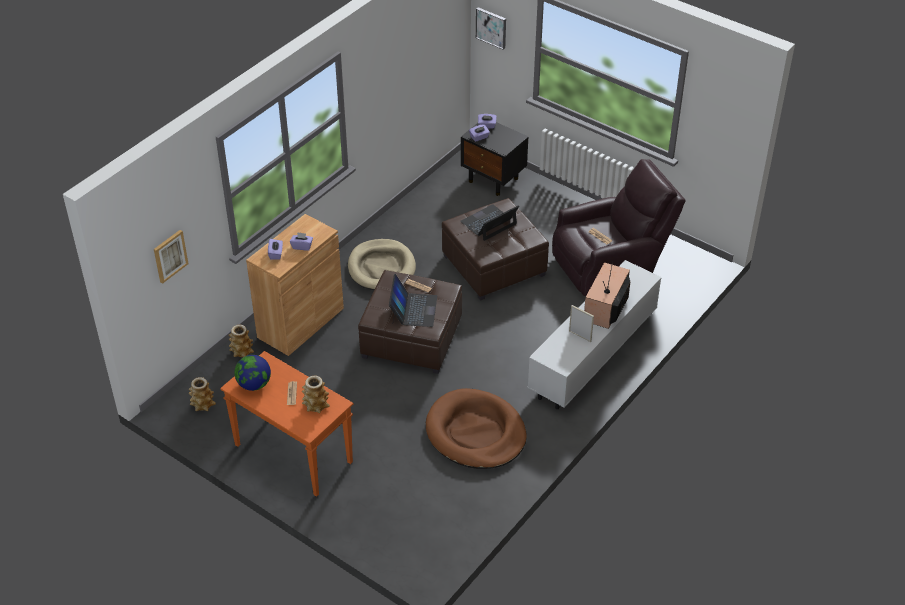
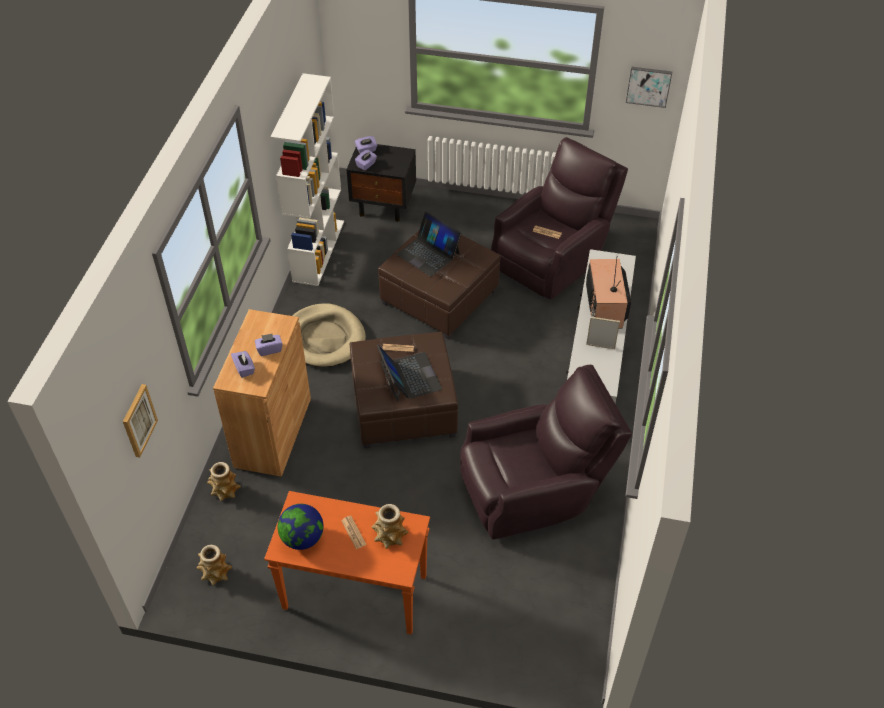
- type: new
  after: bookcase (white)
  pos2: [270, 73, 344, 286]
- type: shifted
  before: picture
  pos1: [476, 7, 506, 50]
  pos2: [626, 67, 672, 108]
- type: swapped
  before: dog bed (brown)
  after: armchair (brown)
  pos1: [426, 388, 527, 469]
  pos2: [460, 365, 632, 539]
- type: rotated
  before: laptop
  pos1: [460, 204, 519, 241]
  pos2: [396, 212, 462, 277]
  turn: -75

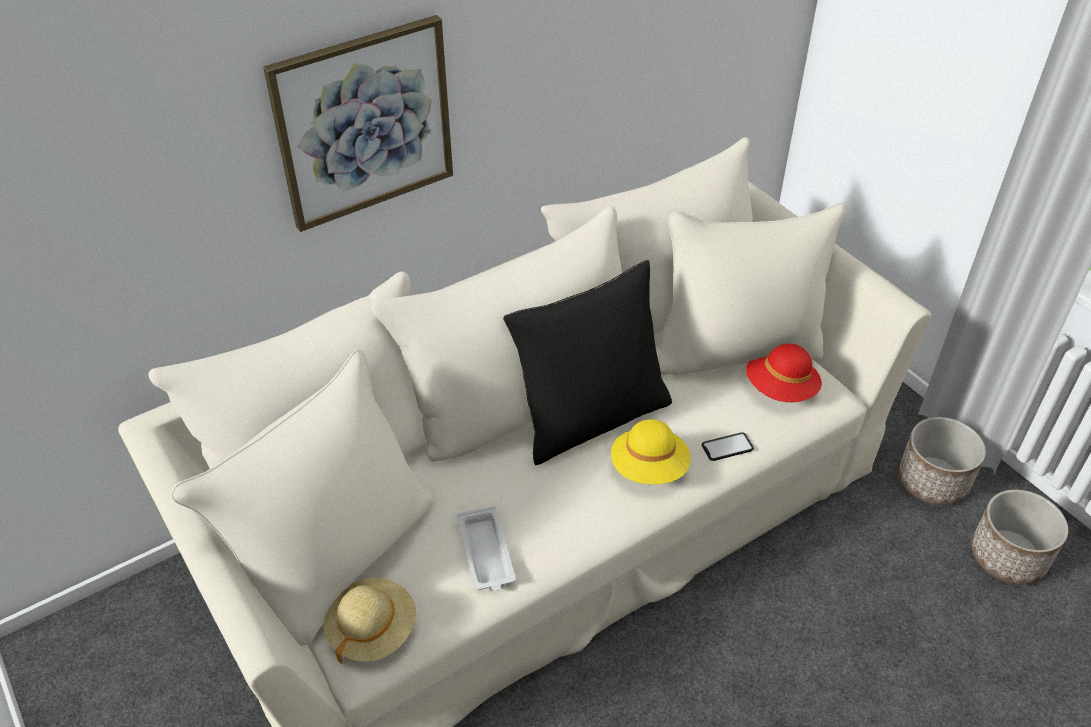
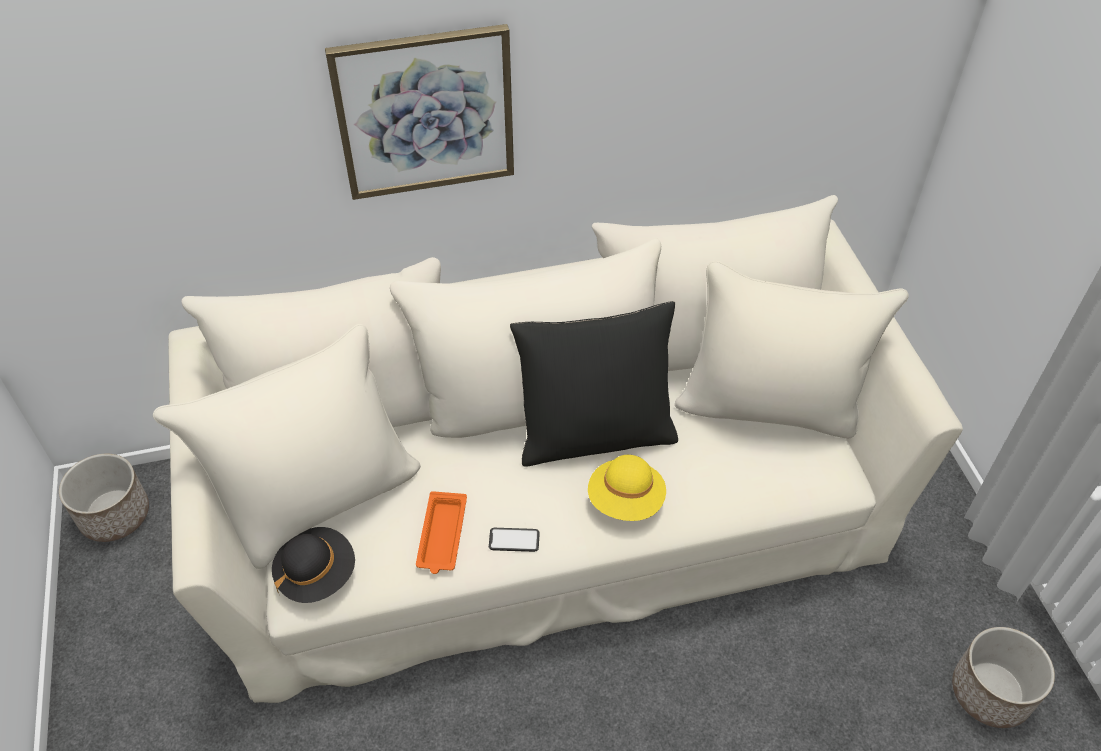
- type: gone
  before: hat (red)
  pos1: [746, 344, 822, 402]
- type: shifted
  before: phone
  pos1: [702, 432, 754, 461]
  pos2: [489, 528, 540, 552]
- type: shifted
  before: planter
  pos1: [899, 417, 986, 505]
  pos2: [59, 454, 149, 542]
- type: repainted
  before: hat (beige)
  after: hat (black)
  pos1: [324, 577, 416, 664]
  pos2: [272, 527, 355, 603]
- type: repainted
  before: tray (white)
  after: tray (orange)
  pos1: [457, 506, 516, 591]
  pos2: [416, 491, 467, 574]

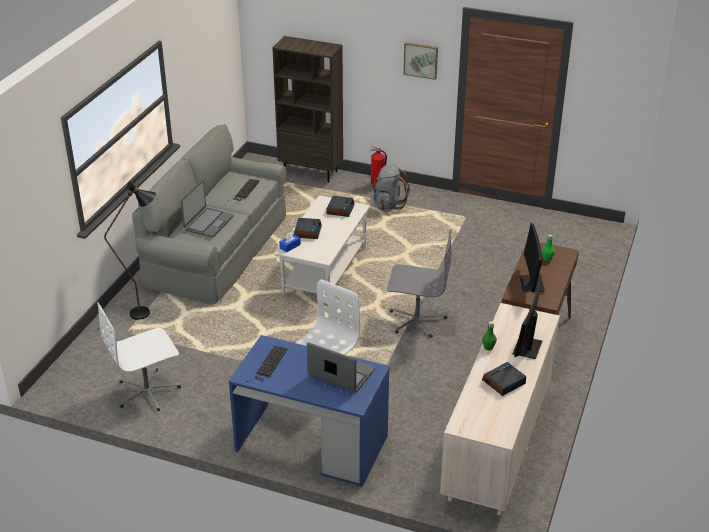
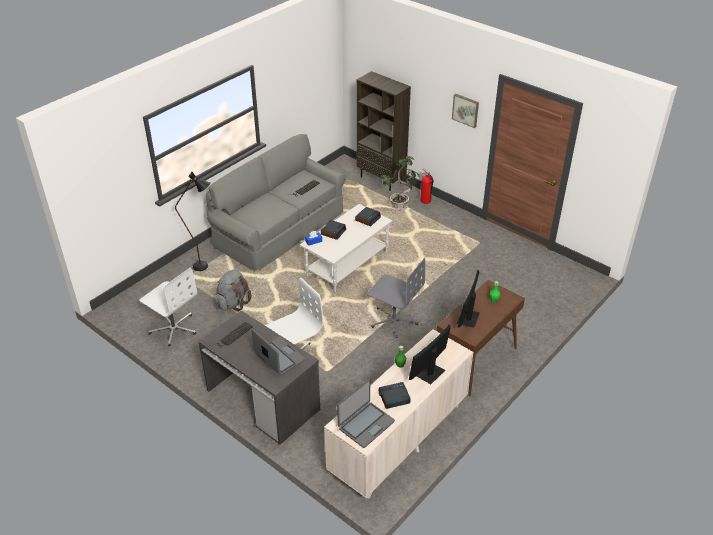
- type: new
  after: potted plant
  pos2: [379, 156, 420, 211]
- type: shifted
  before: laptop
  pos1: [181, 180, 234, 238]
  pos2: [337, 379, 395, 448]
- type: shifted
  before: backpack (grey)
  pos1: [371, 164, 410, 210]
  pos2: [215, 269, 252, 311]
- type: repainted
  before: desk (blue)
  after: desk (grey)
  pos1: [229, 335, 390, 487]
  pos2: [198, 311, 320, 445]
- type: rotated
  before: office chair (white)
  pos1: [97, 302, 181, 411]
  pos2: [139, 268, 197, 346]
  turn: -135

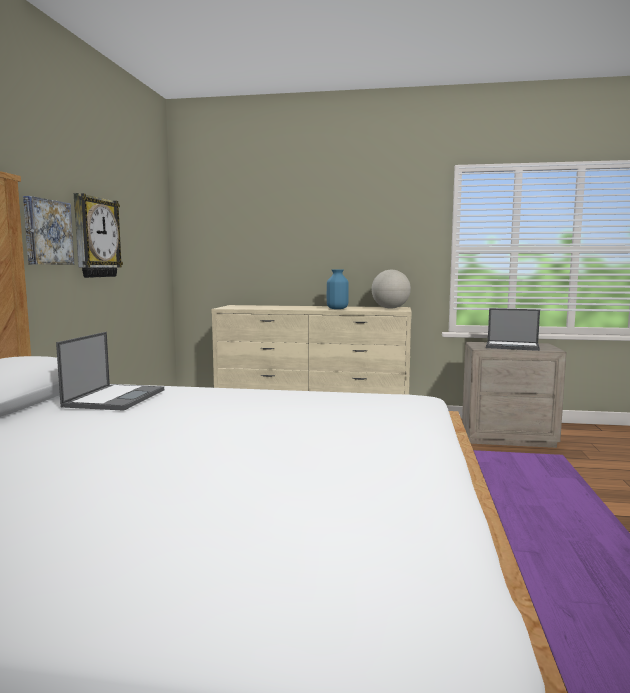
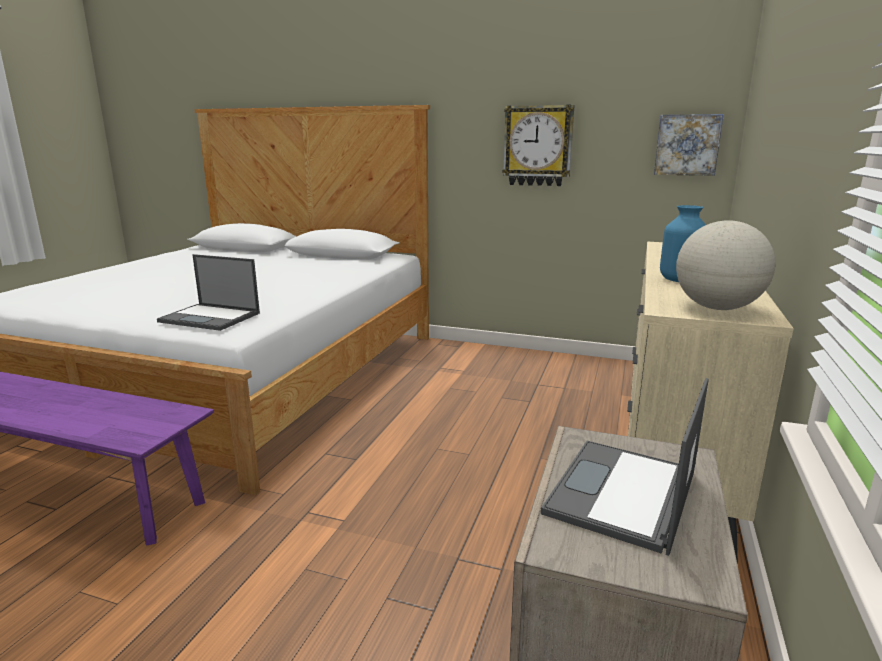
- type: shifted
  before: picture
  pos1: [23, 196, 74, 265]
  pos2: [654, 114, 724, 176]
- type: shifted
  before: laptop
  pos1: [56, 332, 164, 411]
  pos2: [157, 254, 260, 331]

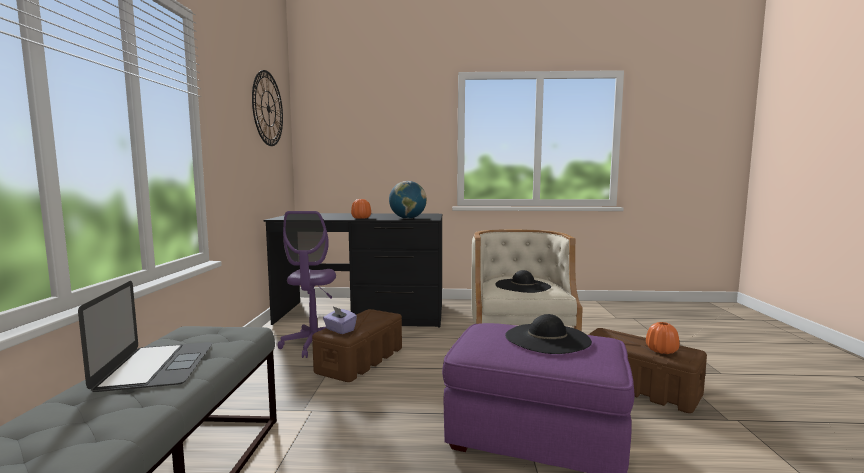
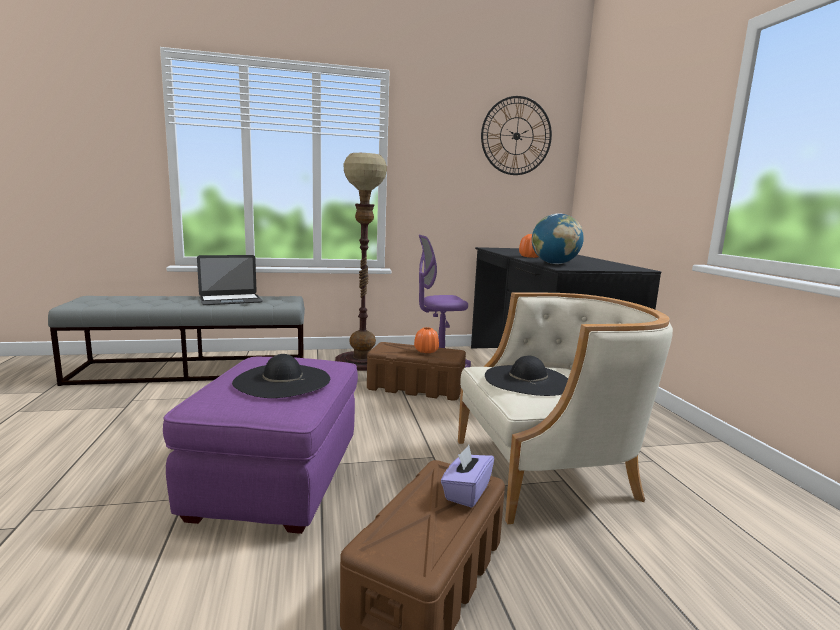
- type: new
  after: floor lamp
  pos2: [335, 153, 387, 371]
- type: shifted
  before: tissue box (purple)
  pos1: [323, 306, 357, 334]
  pos2: [441, 445, 494, 508]
- type: shifted
  before: vase (orange)
  pos1: [646, 322, 679, 354]
  pos2: [414, 327, 439, 353]

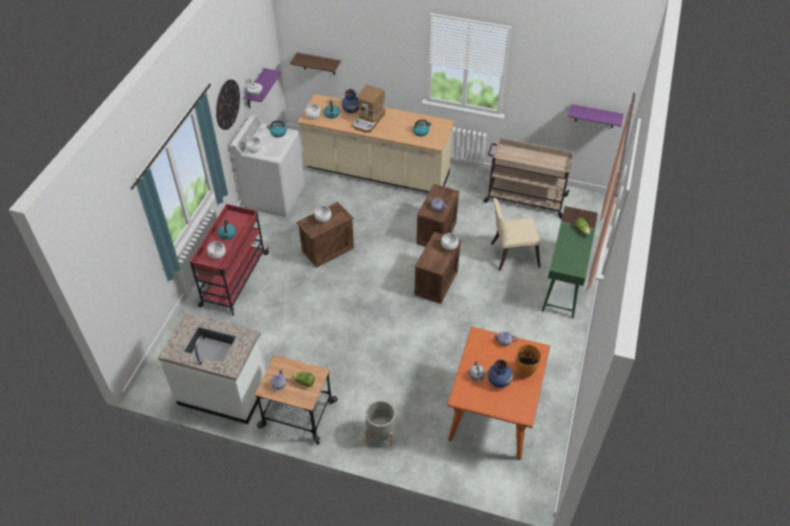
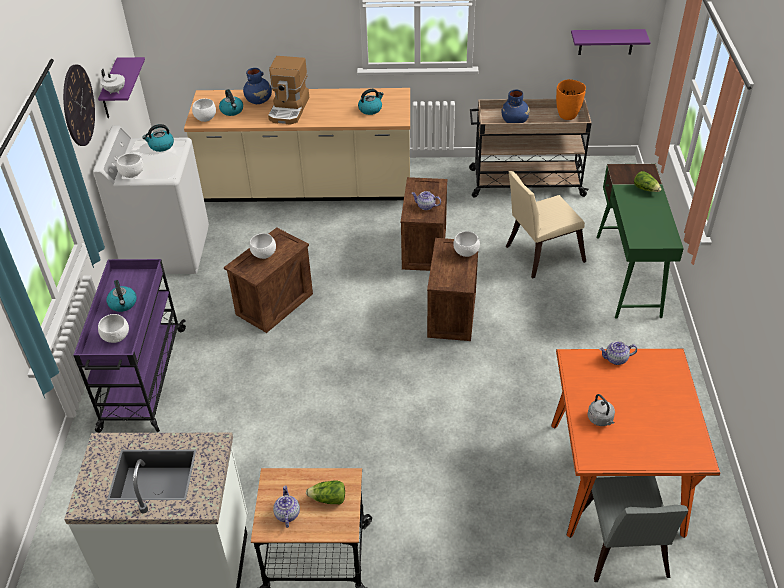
- type: gone
  before: shelf
  pos1: [290, 53, 341, 75]
- type: gone
  before: planter (grey)
  pos1: [365, 400, 396, 447]
- type: new
  after: chair (grey)
  pos2: [583, 476, 688, 582]
- type: shifted
  before: vase (blue)
  pos1: [488, 360, 513, 388]
  pos2: [502, 90, 530, 123]
- type: shifted
  before: vase (orange)
  pos1: [515, 344, 542, 377]
  pos2: [556, 79, 586, 120]
- type: repainted
  before: cart (red)
  after: cart (purple)
  pos1: [190, 204, 269, 316]
  pos2: [73, 259, 186, 433]

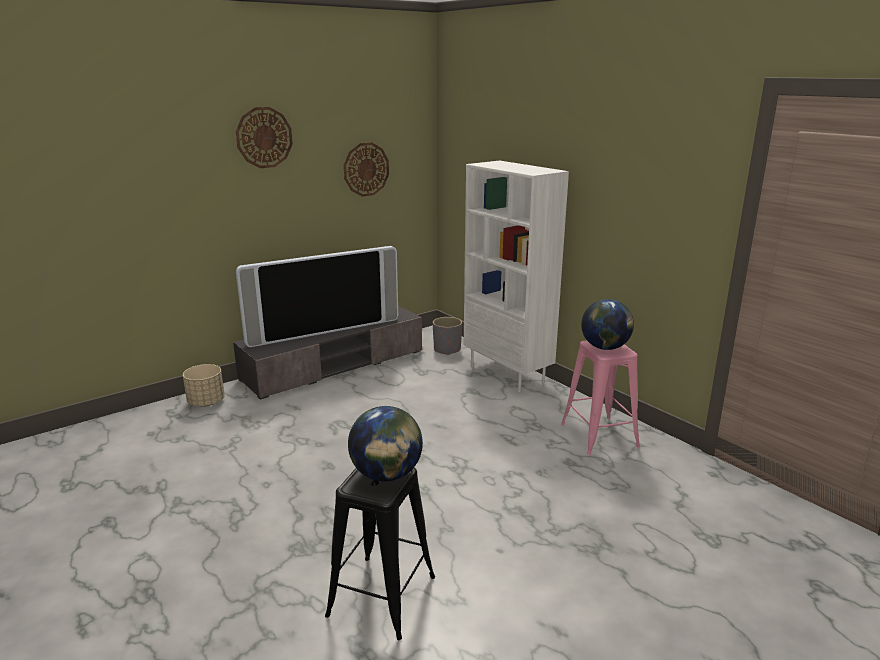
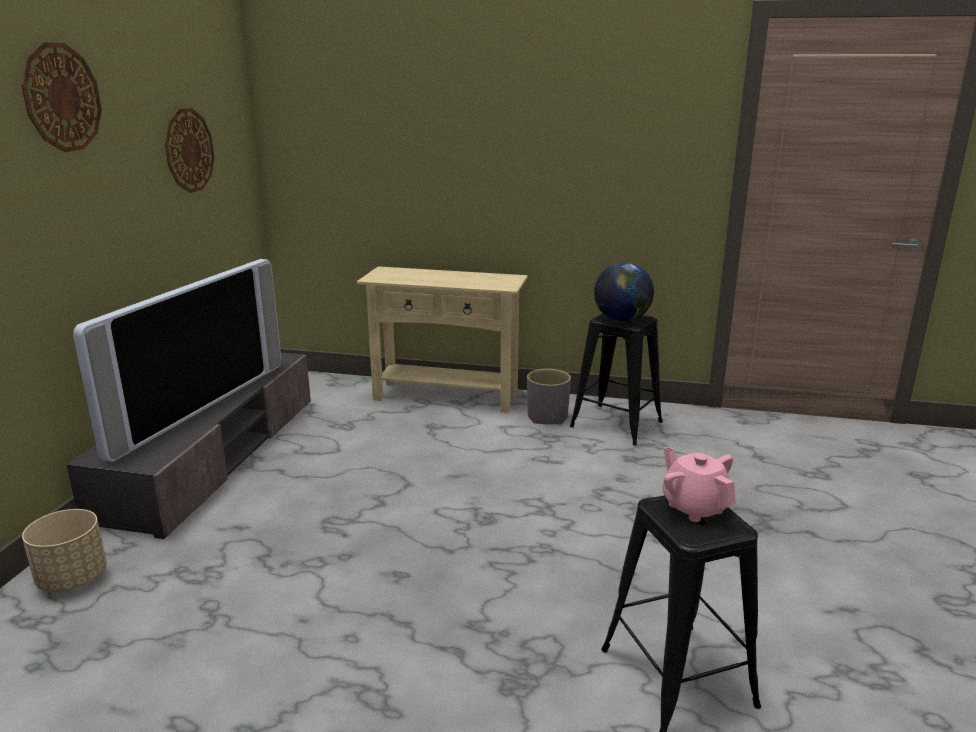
- type: shifted
  before: planter (grey)
  pos1: [433, 317, 462, 355]
  pos2: [527, 369, 571, 425]
- type: swapped
  before: globe
  after: teapot (pink)
  pos1: [348, 406, 423, 481]
  pos2: [662, 447, 736, 522]
- type: swapped
  before: bookcase (white)
  after: console table (beige)
  pos1: [464, 161, 569, 392]
  pos2: [357, 266, 528, 413]
- type: repainted
  before: stool (pink)
  after: stool (black)
  pos1: [561, 340, 640, 456]
  pos2: [570, 313, 663, 446]

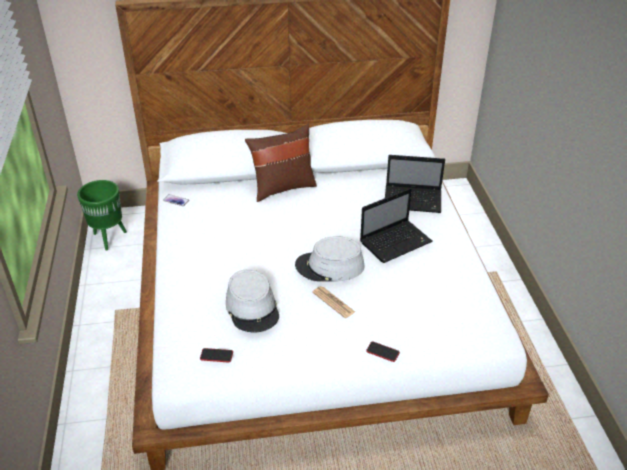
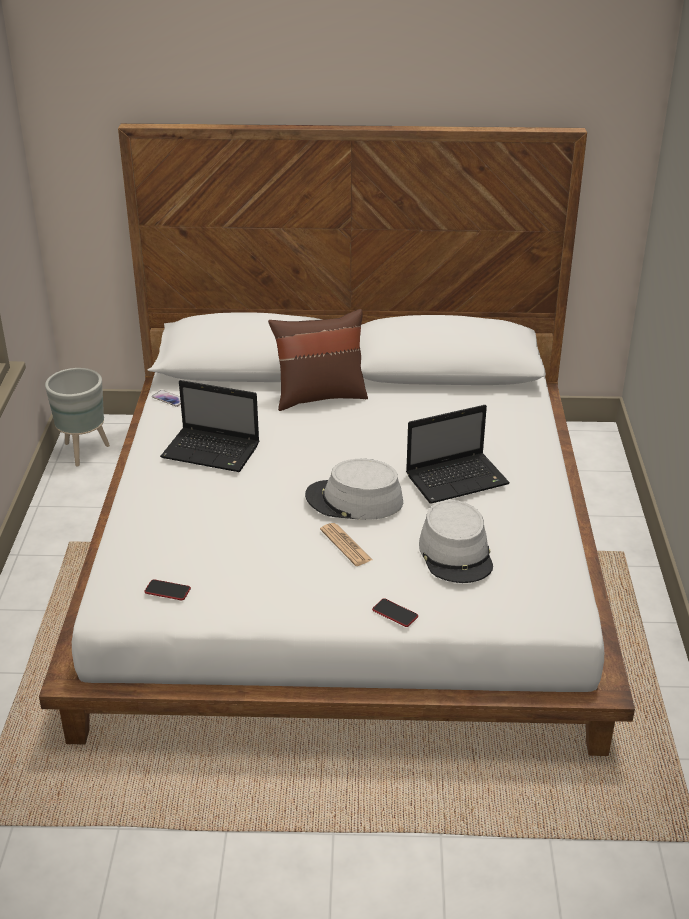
- type: shifted
  before: hat (grey)
  pos1: [226, 269, 279, 333]
  pos2: [419, 500, 493, 583]
- type: shifted
  before: laptop
  pos1: [385, 155, 445, 213]
  pos2: [160, 380, 259, 472]
- type: repainted
  before: planter (green)
  after: planter (grey)
  pos1: [77, 180, 127, 251]
  pos2: [45, 368, 110, 466]

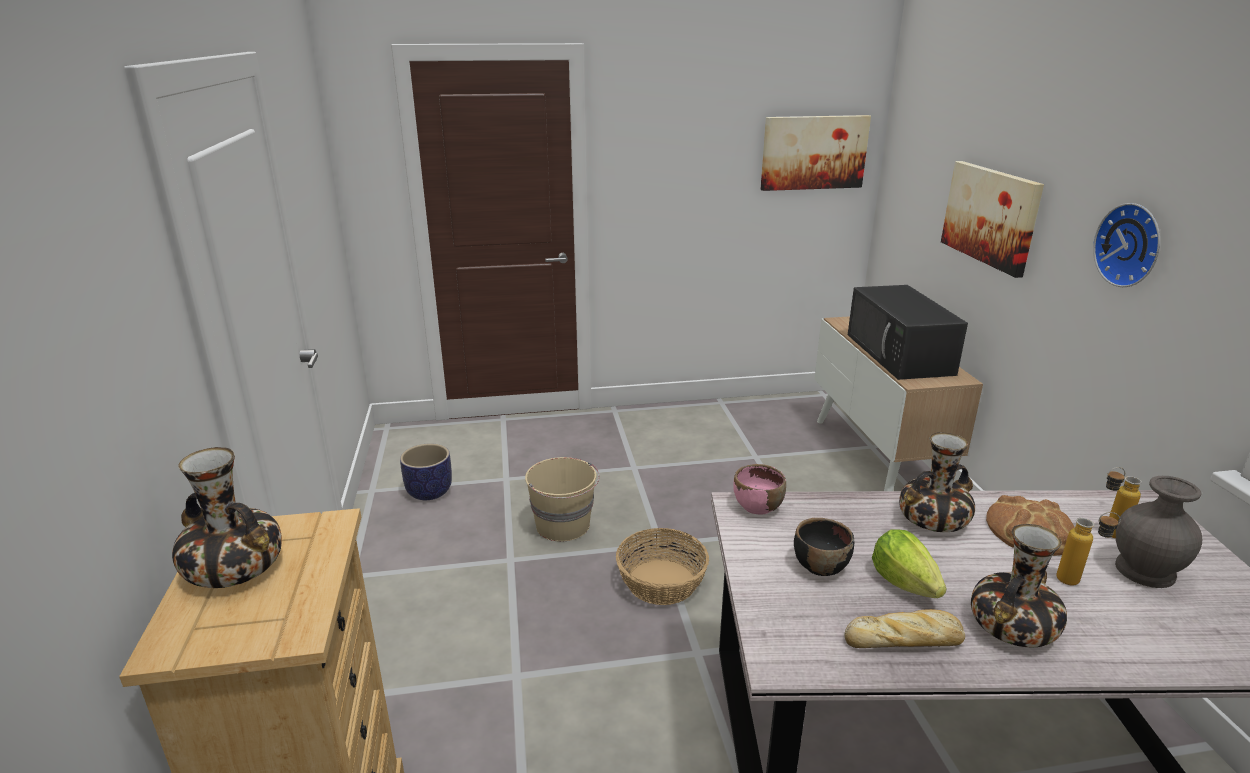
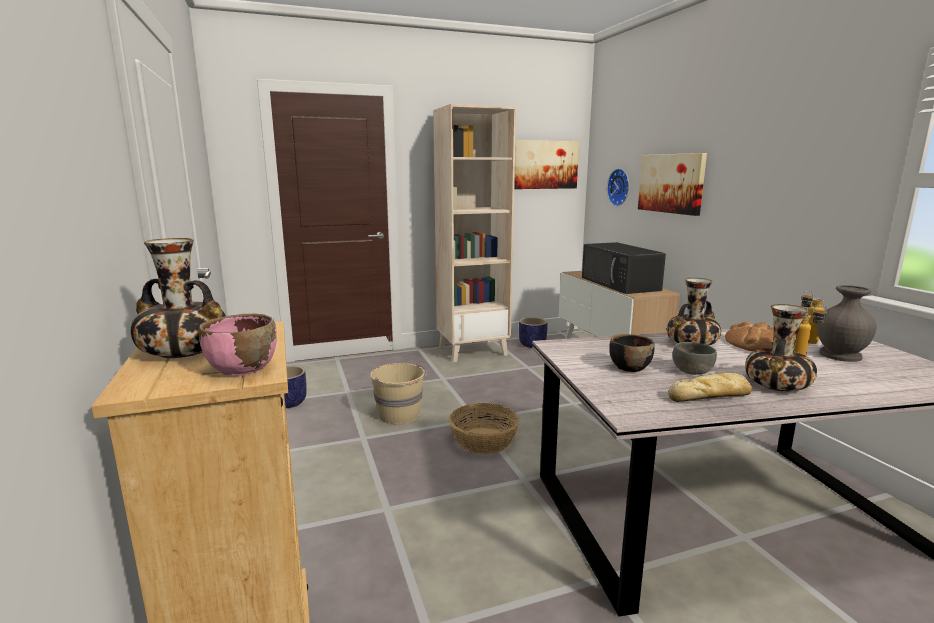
- type: new
  after: bookcase (beige)
  pos2: [433, 104, 516, 362]
- type: new
  after: planter
  pos2: [519, 317, 548, 348]
- type: shifted
  before: bowl (pink)
  pos1: [733, 464, 786, 515]
  pos2: [199, 314, 277, 376]
- type: shifted
  before: wall clock
  pos1: [1093, 203, 1160, 287]
  pos2: [607, 169, 629, 206]
- type: swapped
  before: lettuce
  after: bowl (grey)
  pos1: [872, 529, 947, 598]
  pos2: [672, 342, 717, 375]

